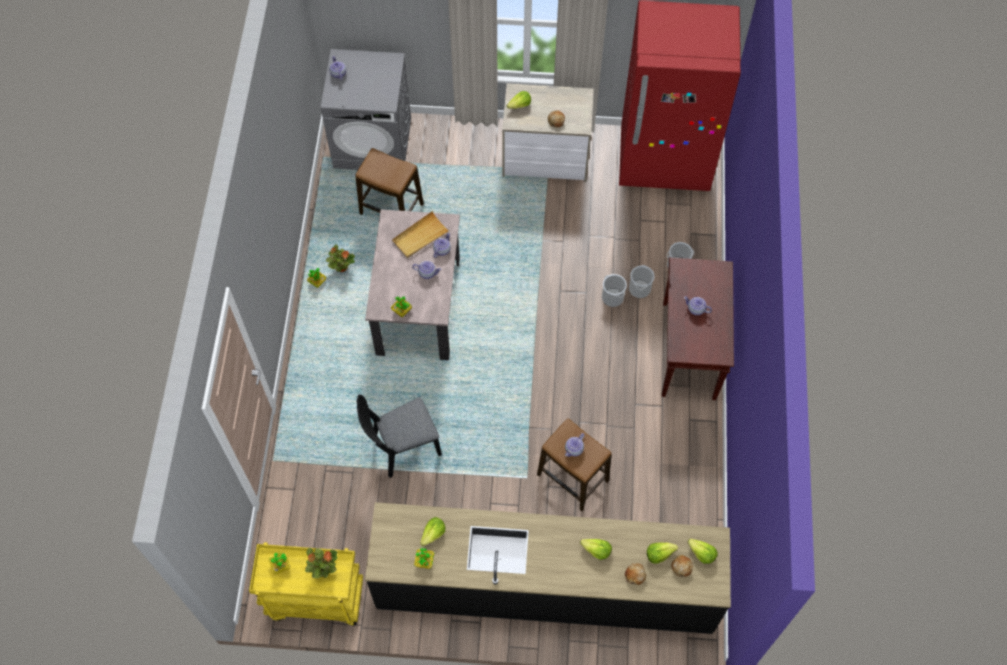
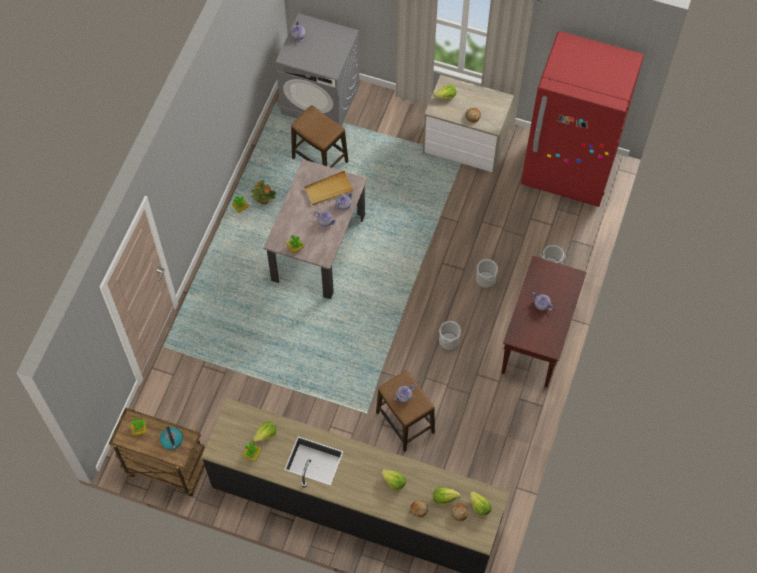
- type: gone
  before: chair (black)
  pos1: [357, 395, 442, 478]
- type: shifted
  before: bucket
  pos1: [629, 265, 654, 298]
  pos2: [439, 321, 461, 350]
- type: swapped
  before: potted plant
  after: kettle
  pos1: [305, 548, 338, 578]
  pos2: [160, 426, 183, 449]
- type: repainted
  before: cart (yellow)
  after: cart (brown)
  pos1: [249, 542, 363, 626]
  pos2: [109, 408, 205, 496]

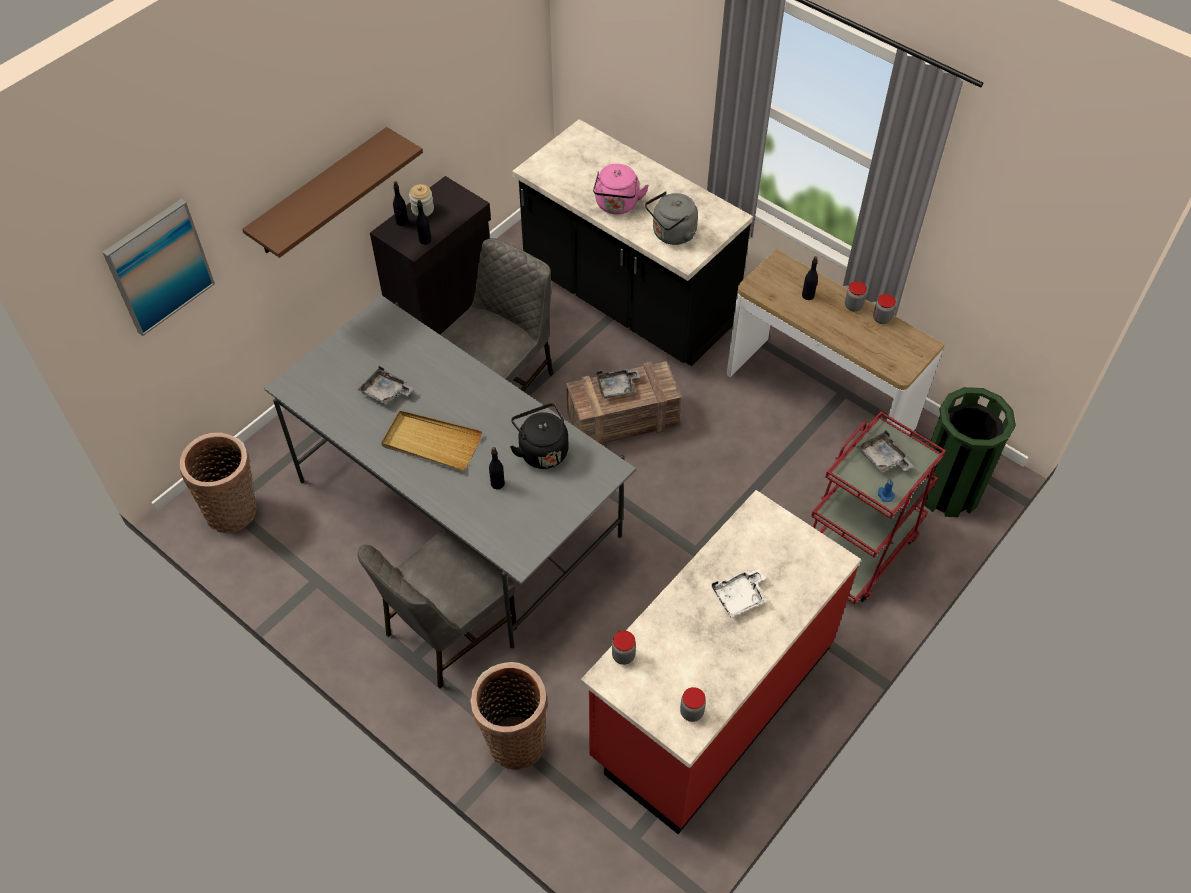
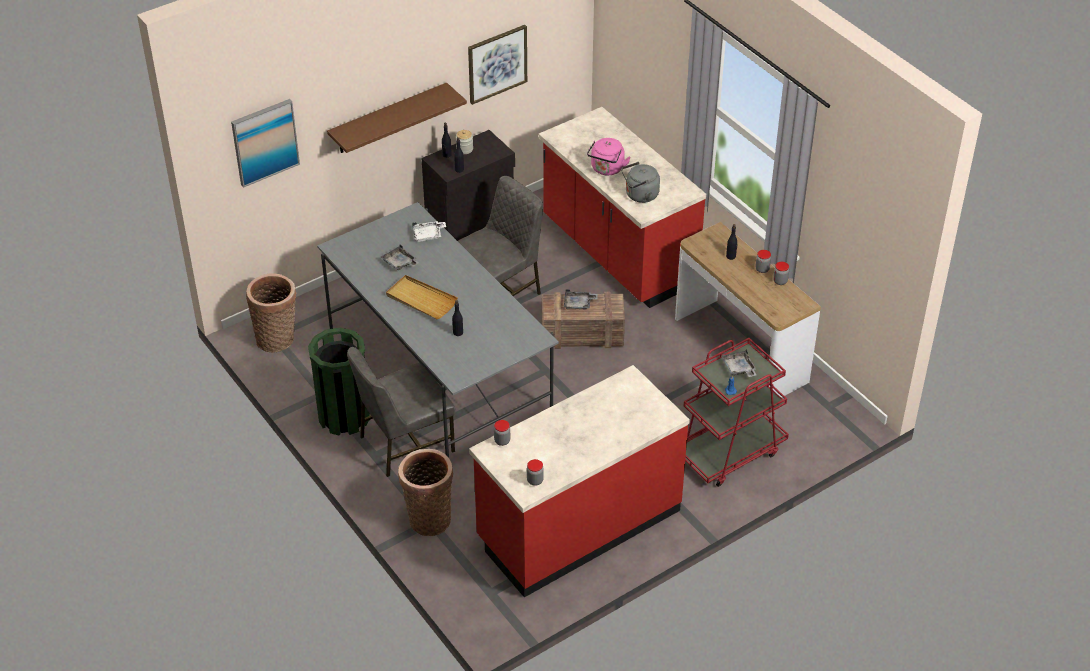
- type: gone
  before: kettle (black)
  pos1: [510, 403, 569, 469]
- type: new
  after: picture
  pos2: [468, 25, 527, 105]
- type: shifted
  before: tray (white)
  pos1: [712, 568, 768, 617]
  pos2: [412, 221, 446, 242]
- type: shifted
  before: trash can (green)
  pos1: [924, 387, 1016, 517]
  pos2: [308, 328, 370, 436]
- type: repainted
  before: counter (black)
  after: counter (red)
  pos1: [512, 119, 753, 366]
  pos2: [539, 107, 706, 308]

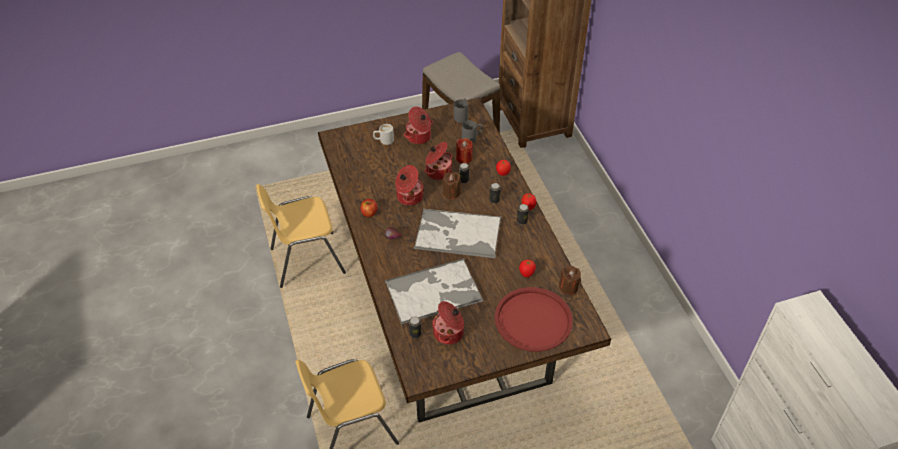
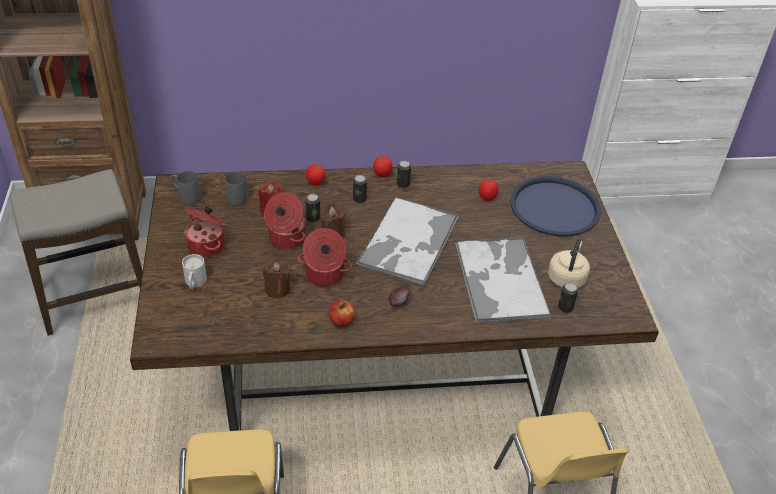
- type: shifted
  before: candle (brown)
  pos1: [559, 266, 581, 295]
  pos2: [263, 258, 290, 298]
- type: swapped
  before: cooking pot
  after: kettle (beige)
  pos1: [432, 301, 464, 345]
  pos2: [548, 238, 590, 288]
- type: repainted
  before: tray (red)
  after: tray (blue)
  pos1: [495, 287, 573, 352]
  pos2: [510, 176, 601, 237]

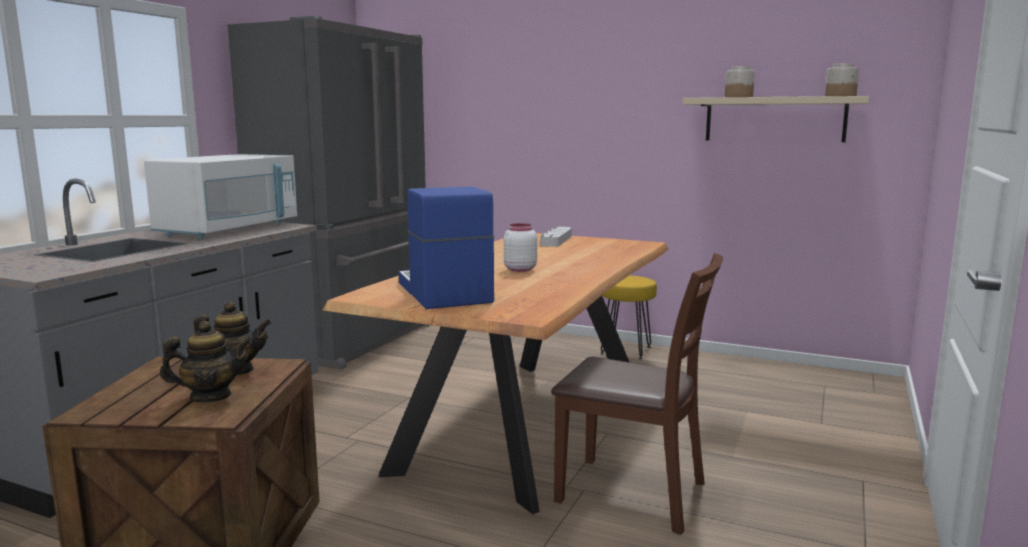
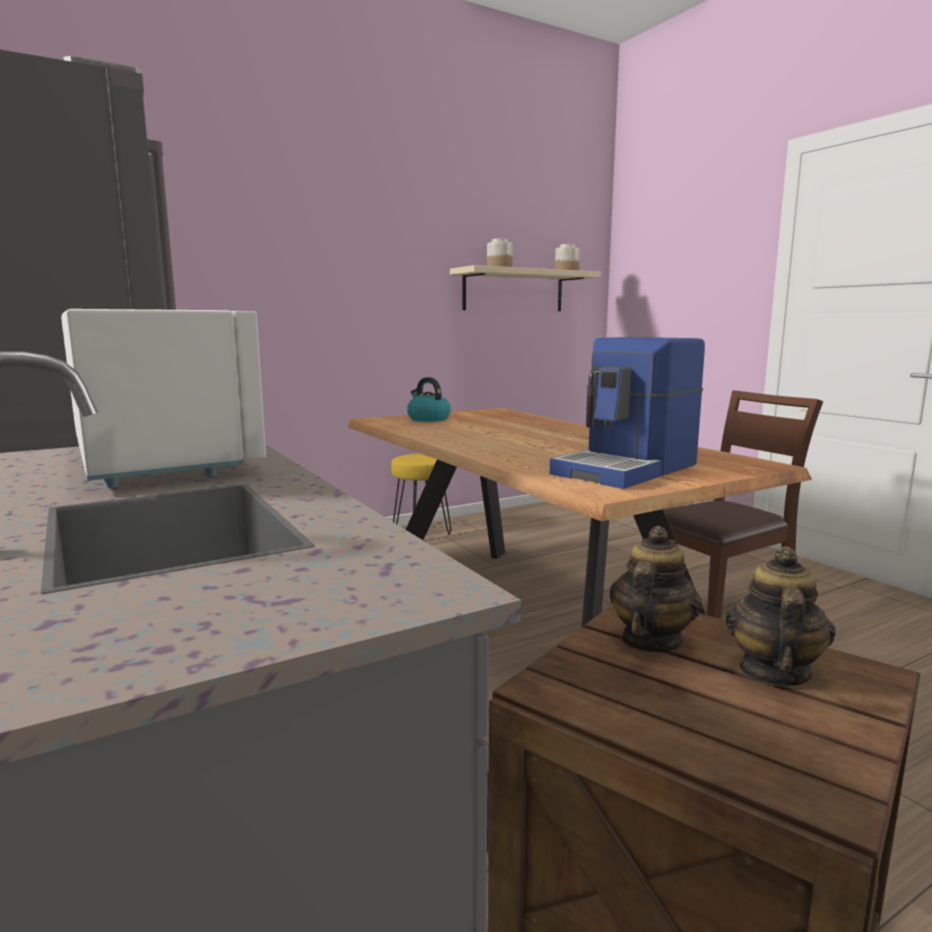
- type: gone
  before: jar (white)
  pos1: [504, 223, 537, 272]
- type: swapped
  before: tray (grey)
  after: kettle
  pos1: [540, 227, 572, 247]
  pos2: [407, 377, 451, 422]
- type: rotated
  before: coffee machine
  pos1: [399, 187, 494, 309]
  pos2: [550, 337, 705, 489]
  turn: -60

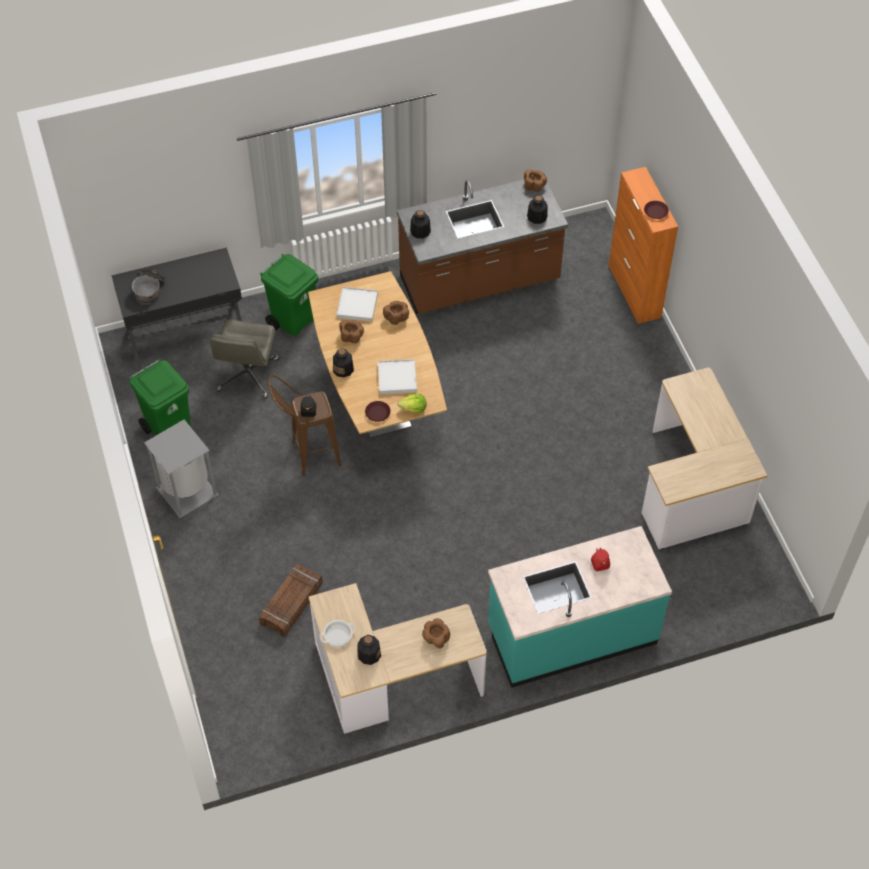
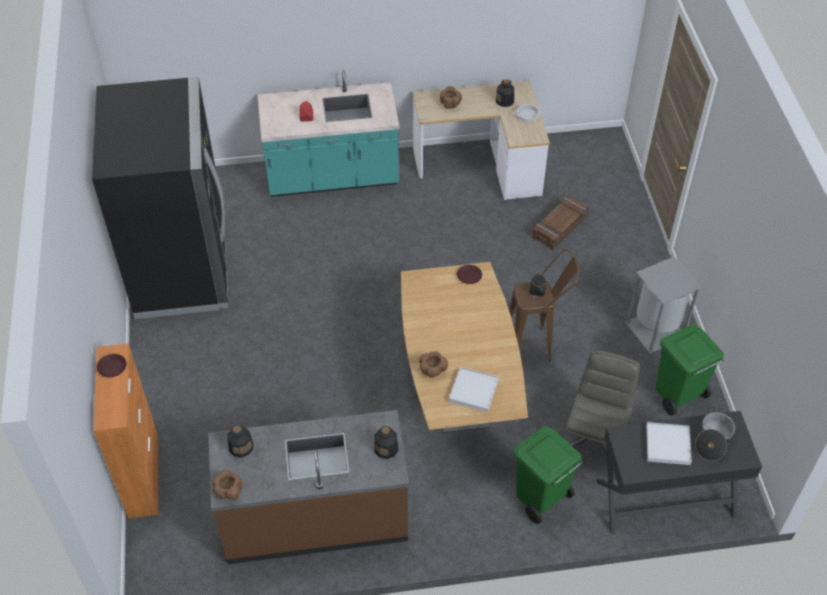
- type: gone
  before: bottle
  pos1: [333, 348, 354, 377]
- type: gone
  before: bowl (brown)
  pos1: [339, 320, 364, 343]
- type: gone
  before: lettuce
  pos1: [398, 394, 426, 413]
- type: shifted
  before: tray (white)
  pos1: [378, 359, 417, 394]
  pos2: [646, 422, 692, 465]
- type: swapped
  before: desk
  after: fridge (black)
  pos1: [642, 368, 768, 549]
  pos2: [92, 77, 229, 319]

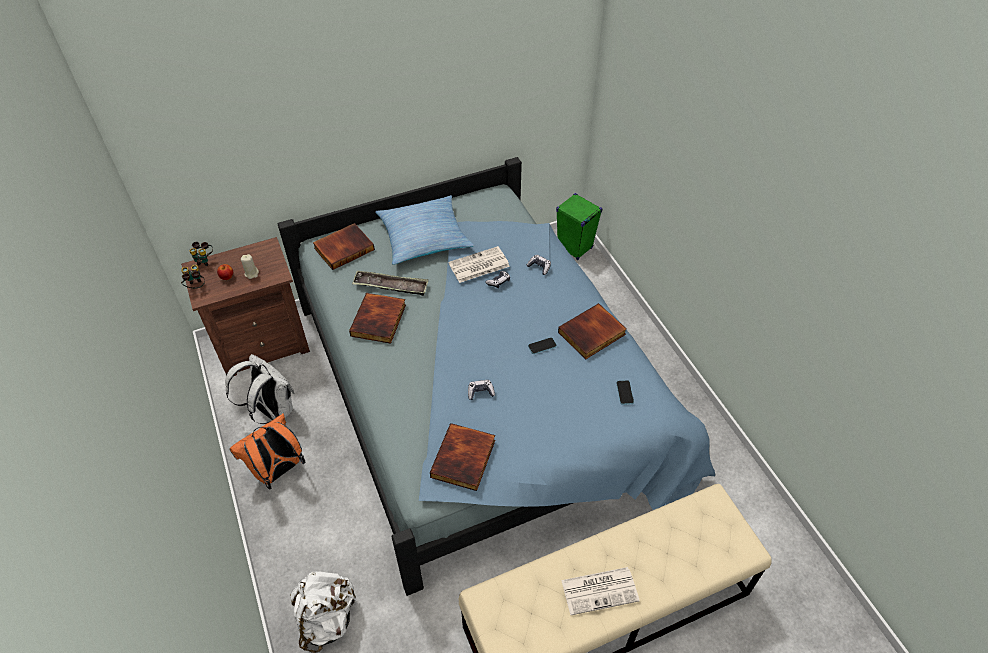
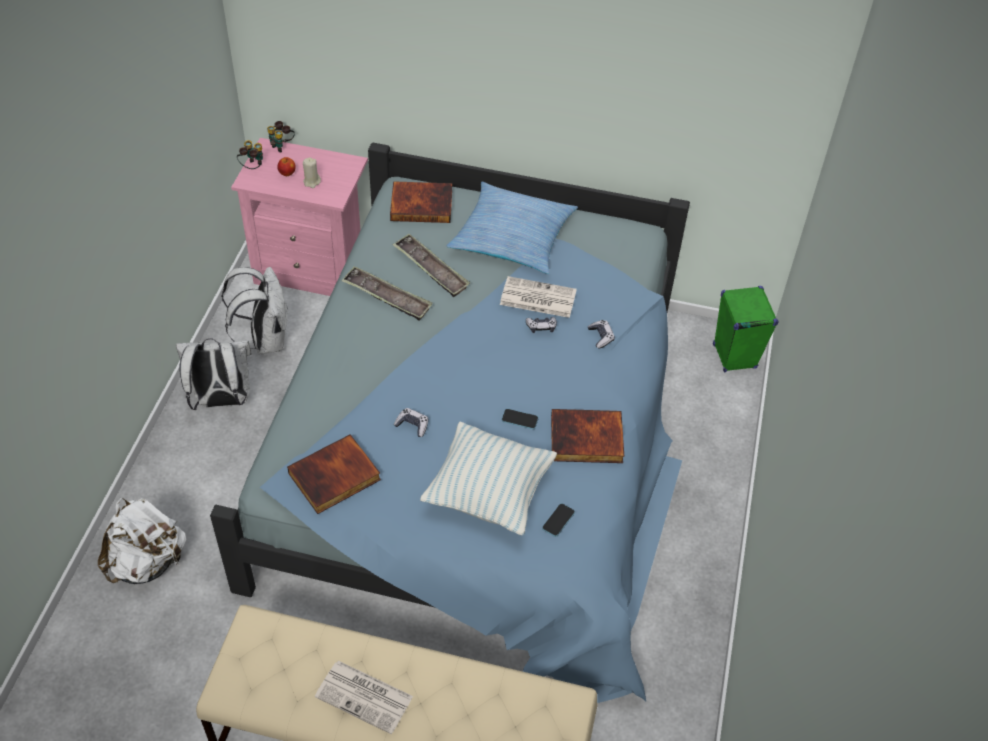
- type: new
  after: pillow
  pos2: [420, 422, 557, 535]
- type: swapped
  before: book
  after: tray
  pos1: [349, 293, 406, 344]
  pos2: [341, 266, 433, 321]
- type: repainted
  before: nightstand (brown)
  after: nightstand (pink)
  pos1: [181, 237, 310, 376]
  pos2: [231, 138, 368, 296]
- type: repainted
  before: backpack (orange)
  after: backpack (white)
  pos1: [229, 414, 306, 490]
  pos2: [176, 338, 251, 410]

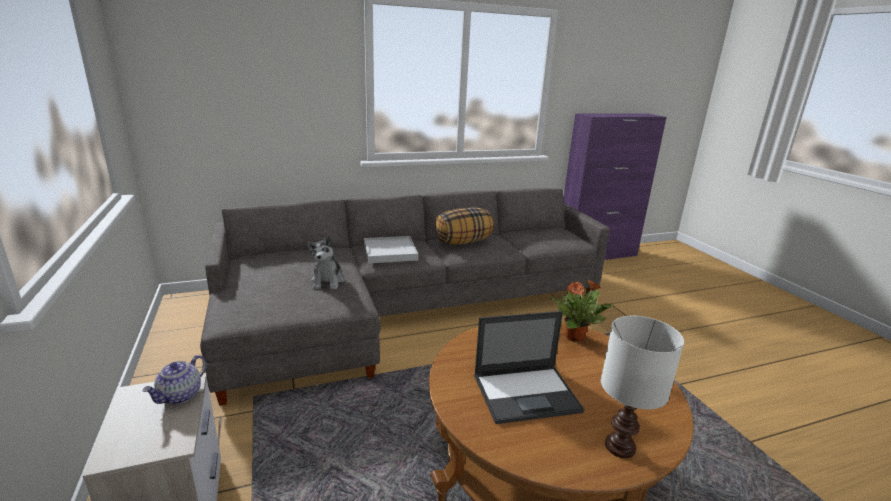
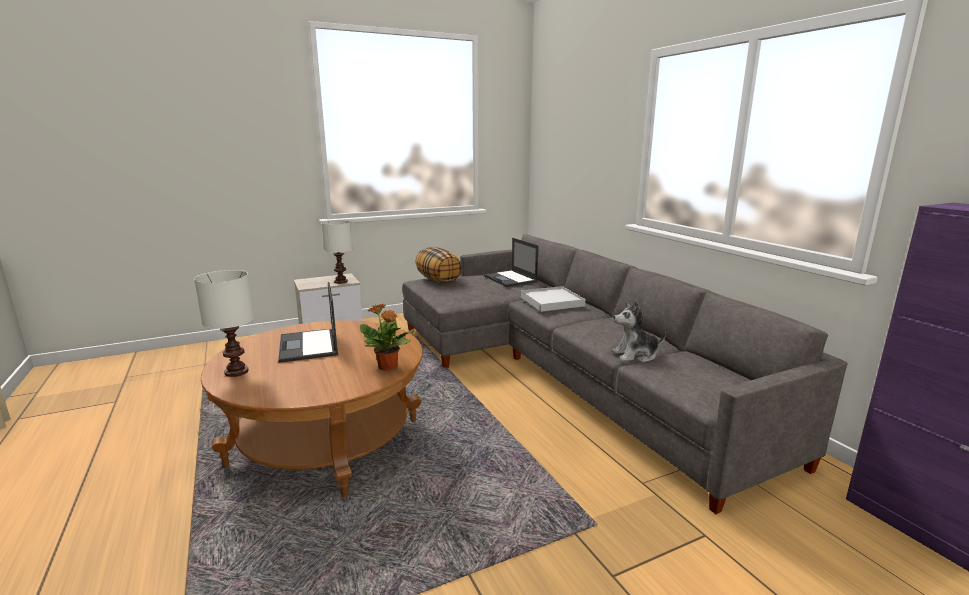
- type: new
  after: laptop
  pos2: [484, 238, 539, 287]
- type: shifted
  before: plush toy
  pos1: [307, 235, 344, 290]
  pos2: [612, 302, 666, 363]
- type: shifted
  before: pillow
  pos1: [435, 207, 494, 245]
  pos2: [415, 247, 462, 283]
- type: swapped
  before: teapot
  after: table lamp (white)
  pos1: [143, 355, 207, 404]
  pos2: [321, 220, 353, 284]

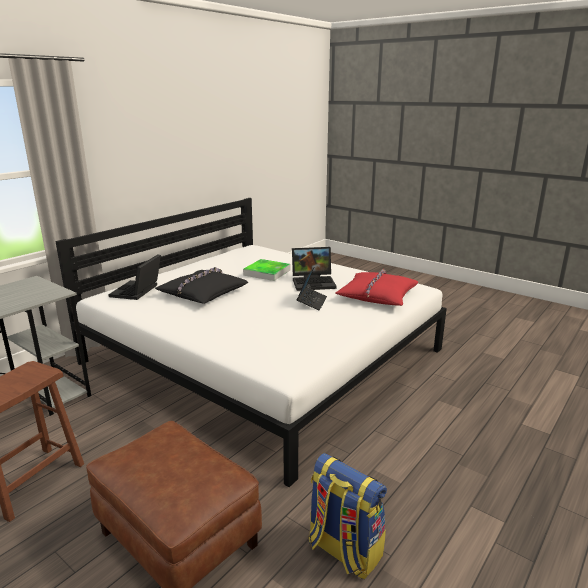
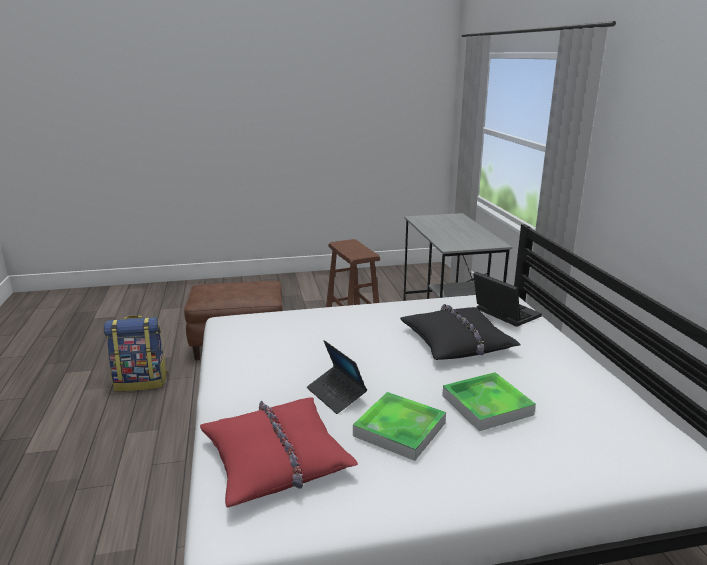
- type: swapped
  before: laptop
  after: tray
  pos1: [292, 247, 337, 291]
  pos2: [353, 392, 446, 461]

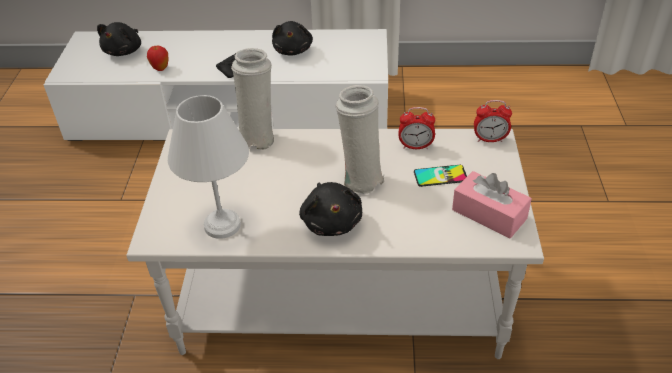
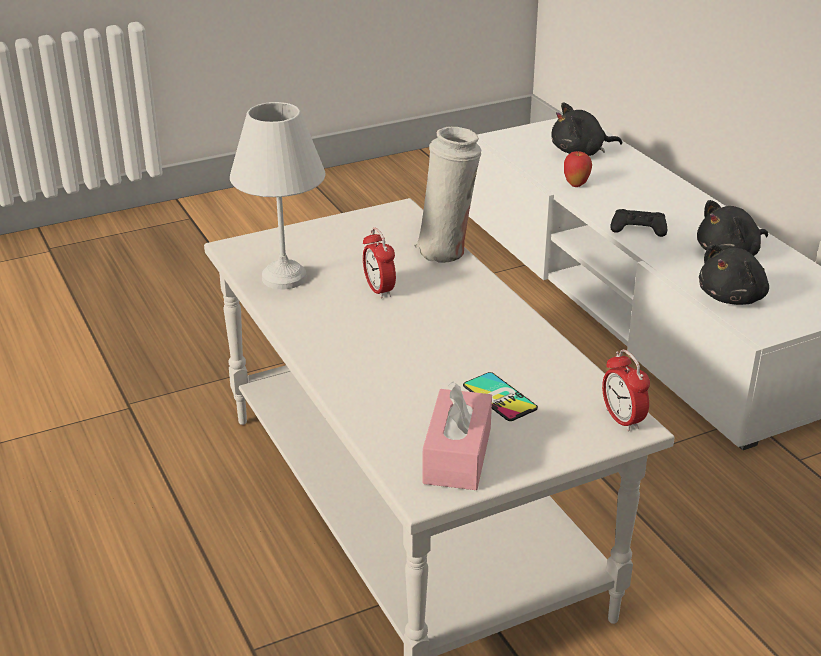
- type: gone
  before: vase (white)
  pos1: [336, 85, 384, 194]
- type: shifted
  before: plush toy (black)
  pos1: [299, 182, 362, 236]
  pos2: [699, 244, 769, 305]
- type: shifted
  before: alarm clock
  pos1: [399, 107, 435, 149]
  pos2: [363, 228, 396, 299]

